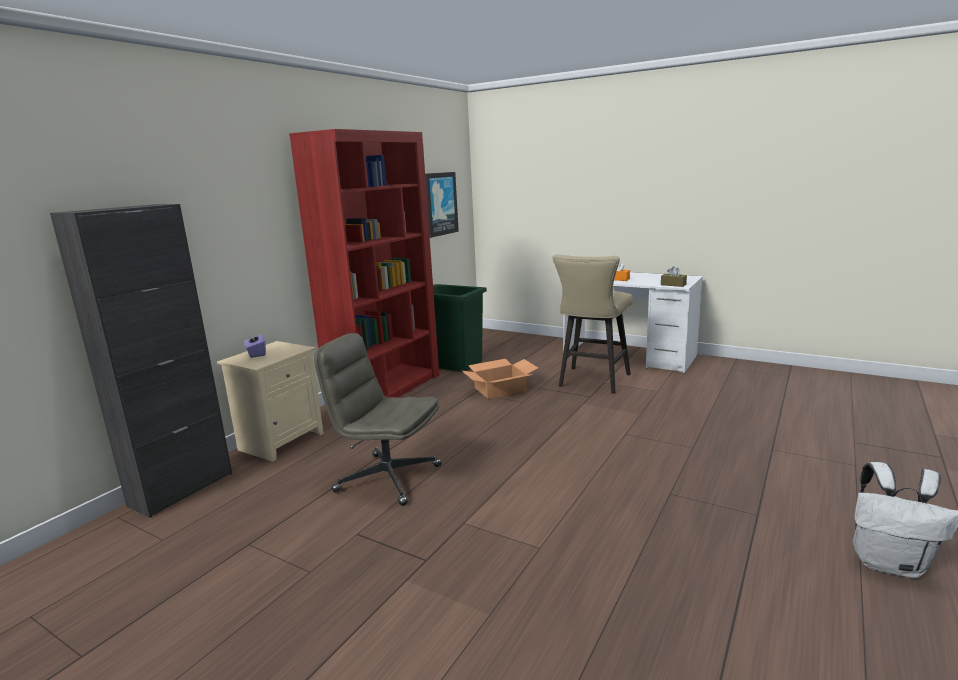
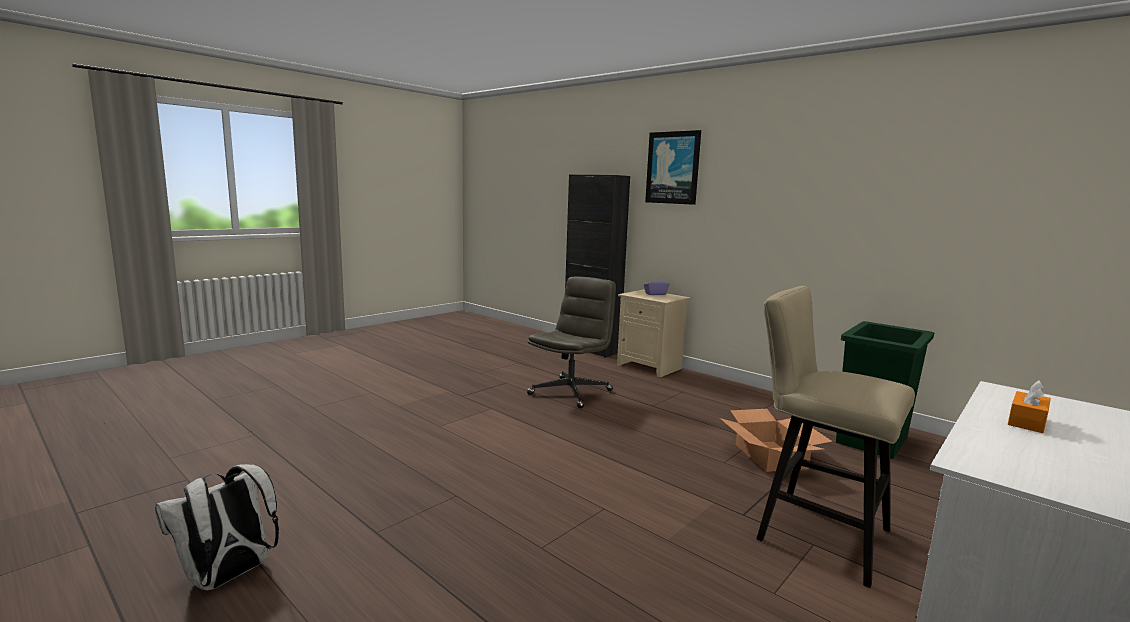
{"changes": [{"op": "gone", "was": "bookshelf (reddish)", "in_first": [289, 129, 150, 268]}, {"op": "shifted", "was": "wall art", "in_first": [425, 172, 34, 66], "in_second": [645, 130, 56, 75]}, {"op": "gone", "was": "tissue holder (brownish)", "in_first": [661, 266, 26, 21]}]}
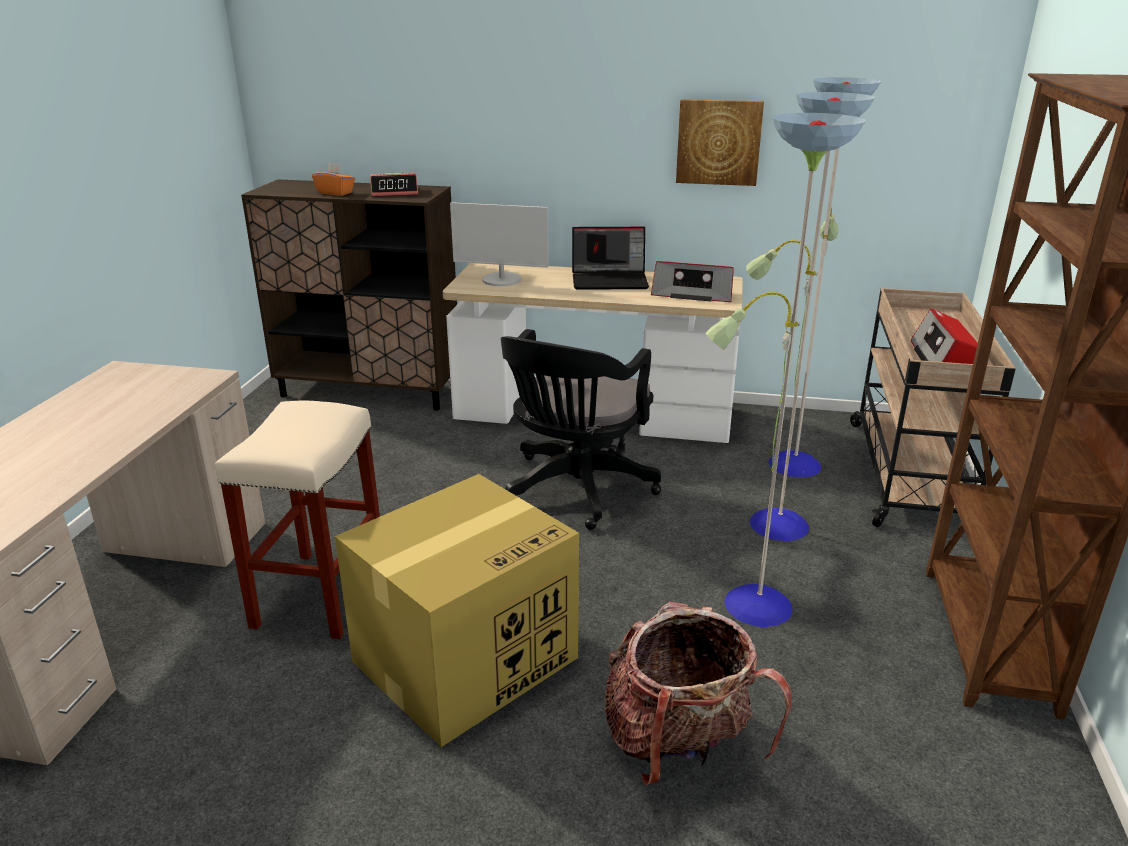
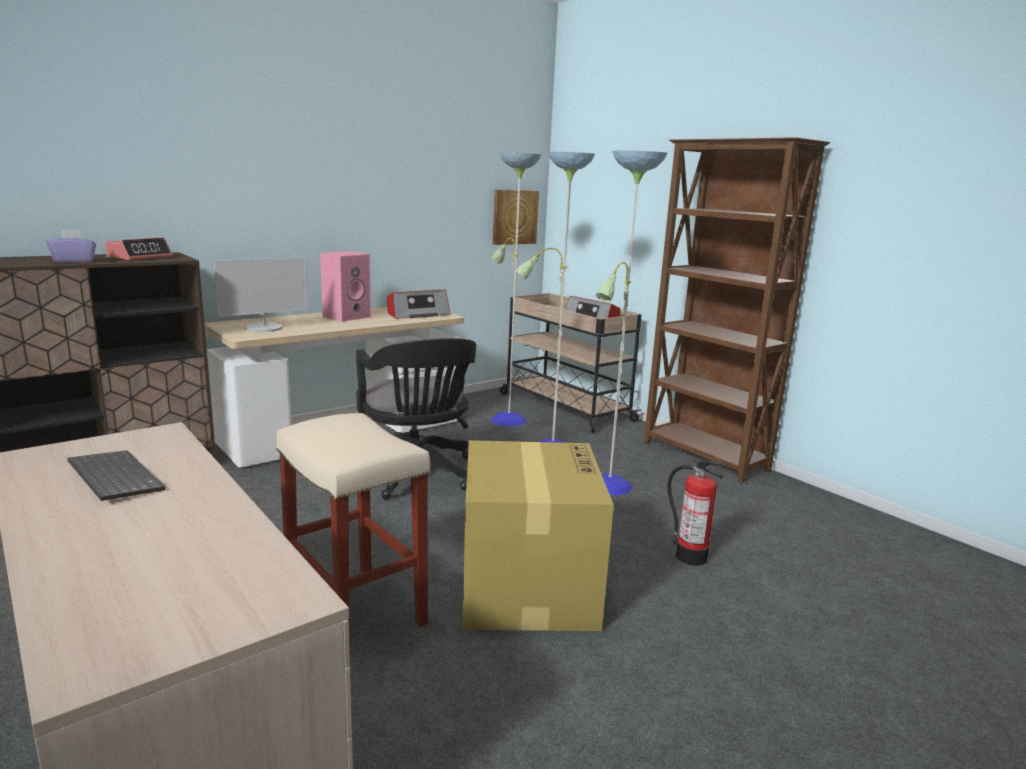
{"changes": [{"op": "repainted", "was": "tissue holder (orangey)", "now": "tissue holder (purplish)", "in_first": [312, 163, 43, 33], "in_second": [46, 230, 50, 33]}, {"op": "swapped", "was": "portable computer", "now": "loudspeaker (pink)", "in_first": [572, 227, 77, 63], "in_second": [320, 251, 51, 71]}, {"op": "swapped", "was": "rucksack", "now": "fire extinguisher", "in_first": [604, 601, 188, 185], "in_second": [667, 460, 60, 106]}, {"op": "shifted", "was": "wall art", "in_first": [676, 99, 88, 87], "in_second": [493, 190, 46, 55]}, {"op": "new", "now": "keyboard", "in_second": [68, 450, 98, 51]}]}
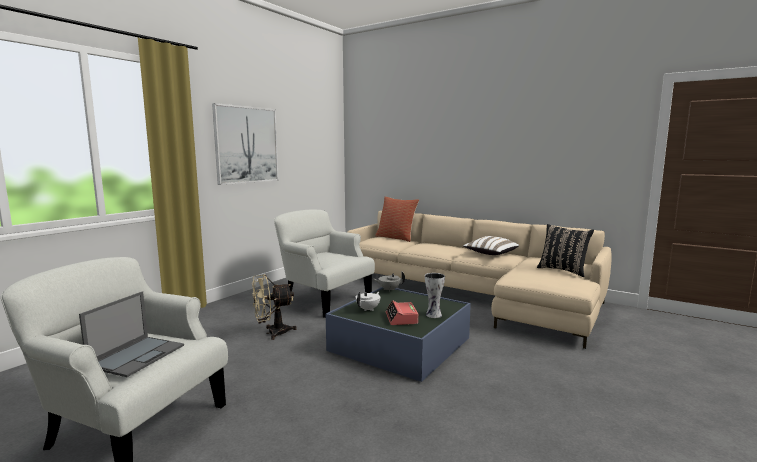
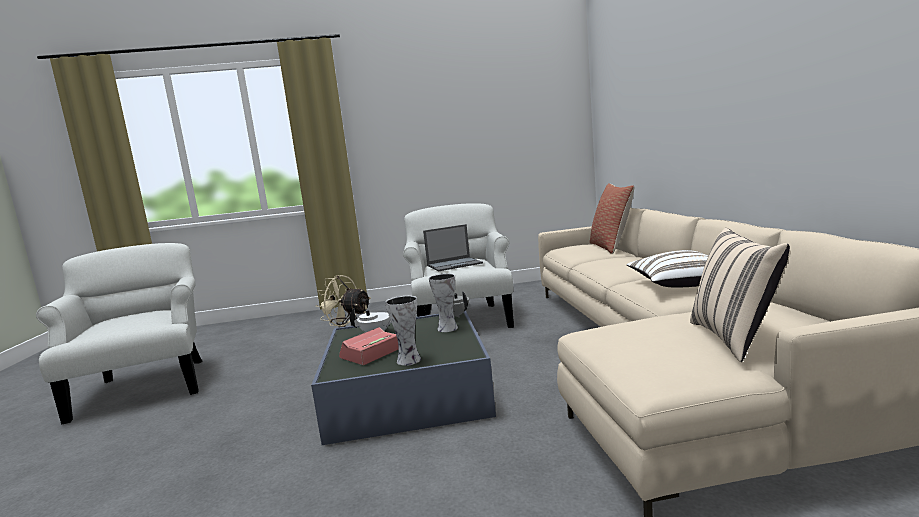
{"changes": [{"op": "shifted", "was": "portable computer", "in_first": [79, 291, 105, 86], "in_second": [423, 224, 60, 47]}, {"op": "gone", "was": "wall art", "in_first": [212, 103, 67, 82]}, {"op": "repainted", "was": "throw pillow (black)", "now": "throw pillow (beige-coloured)", "in_first": [537, 224, 57, 53], "in_second": [690, 228, 100, 134]}, {"op": "new", "now": "flower vase", "in_second": [429, 273, 29, 59]}]}
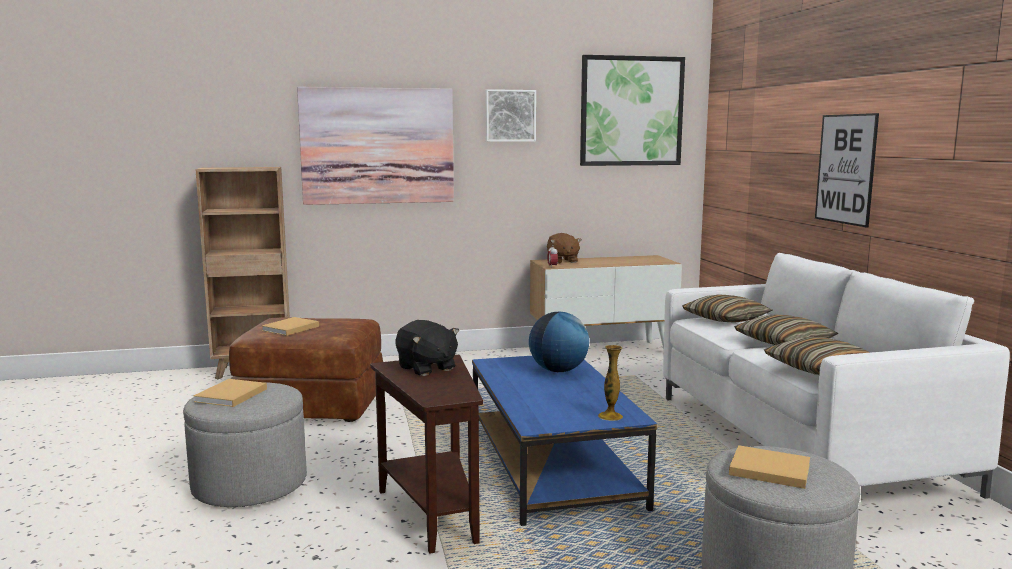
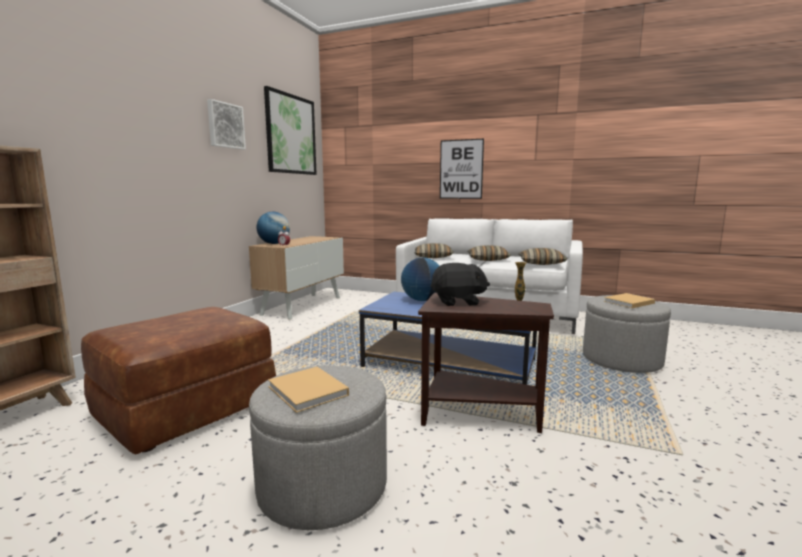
{"changes": [{"op": "gone", "was": "book (beige-coloured)", "in_first": [262, 317, 57, 19]}, {"op": "gone", "was": "wall art", "in_first": [297, 87, 157, 118]}, {"op": "swapped", "was": "soft toy (brownish)", "now": "world globe", "in_first": [547, 233, 34, 30], "in_second": [257, 212, 33, 32]}]}
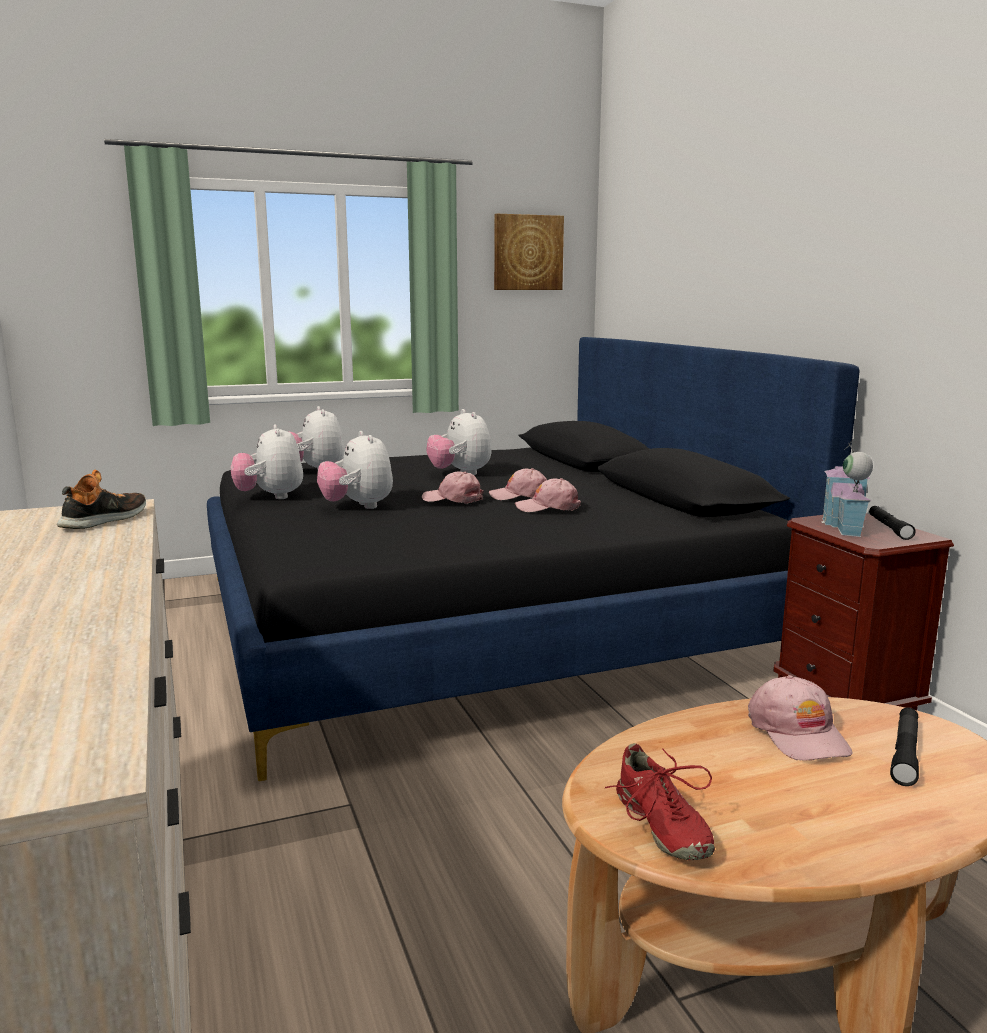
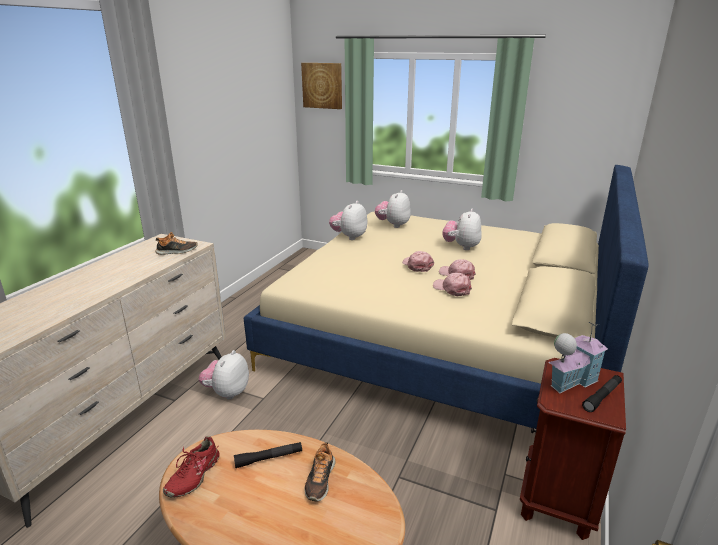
{"changes": [{"op": "repainted", "was": "bed (black)", "now": "bed (beige-coloured)", "in_first": [207, 337, 653, 444], "in_second": [244, 165, 405, 264]}, {"op": "shifted", "was": "soft toy", "in_first": [317, 431, 76, 78], "in_second": [199, 350, 50, 50]}, {"op": "shifted", "was": "wall art", "in_first": [494, 214, 70, 76], "in_second": [301, 63, 41, 46]}, {"op": "swapped", "was": "peaked cap (pink)", "now": "low shoe", "in_first": [748, 675, 105, 86], "in_second": [304, 442, 31, 60]}, {"op": "shifted", "was": "flashlight (black)", "in_first": [890, 707, 29, 79], "in_second": [234, 442, 68, 26]}]}
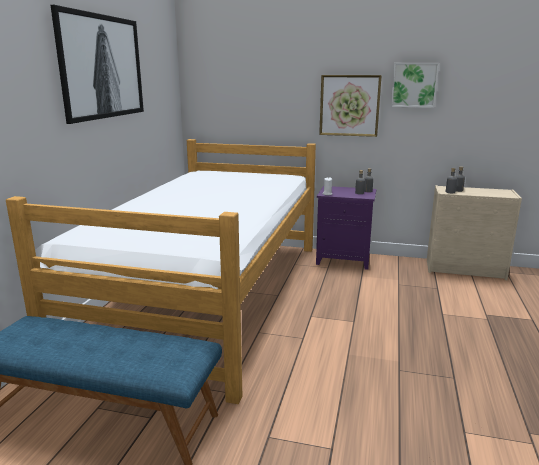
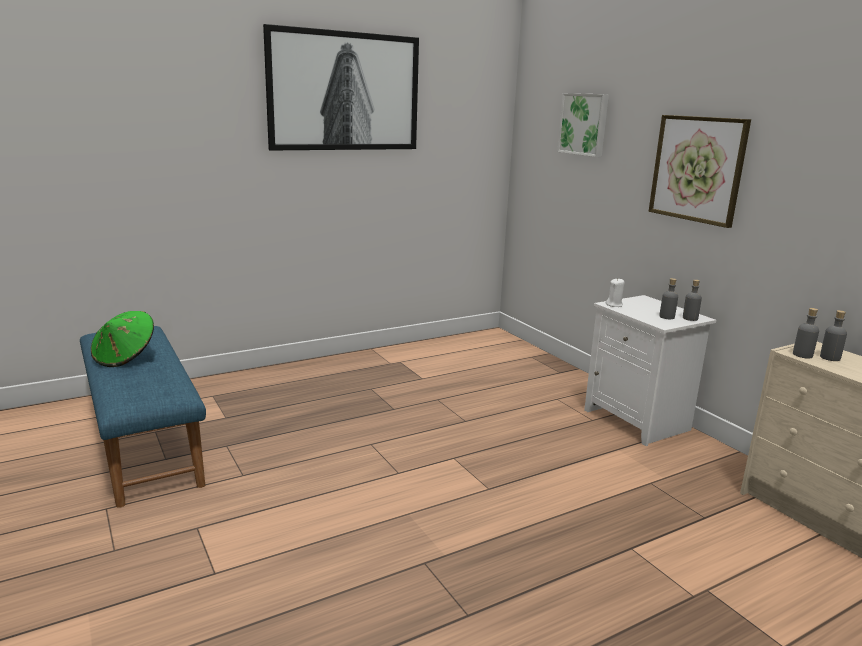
{"changes": [{"op": "gone", "was": "bed", "in_first": [6, 139, 310, 265]}, {"op": "repainted", "was": "bedside table (purplish)", "now": "bedside table (whitish)", "in_first": [316, 186, 60, 84], "in_second": [584, 295, 132, 151]}, {"op": "shifted", "was": "wall art", "in_first": [391, 63, 48, 45], "in_second": [557, 93, 52, 64]}, {"op": "new", "now": "clothing hat (greenish)", "in_second": [91, 311, 63, 56]}]}
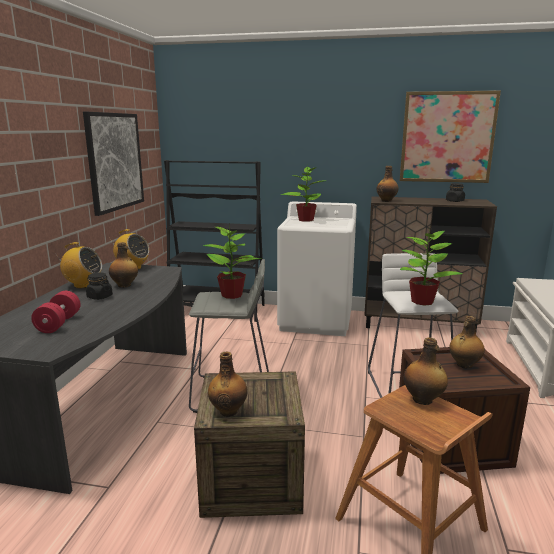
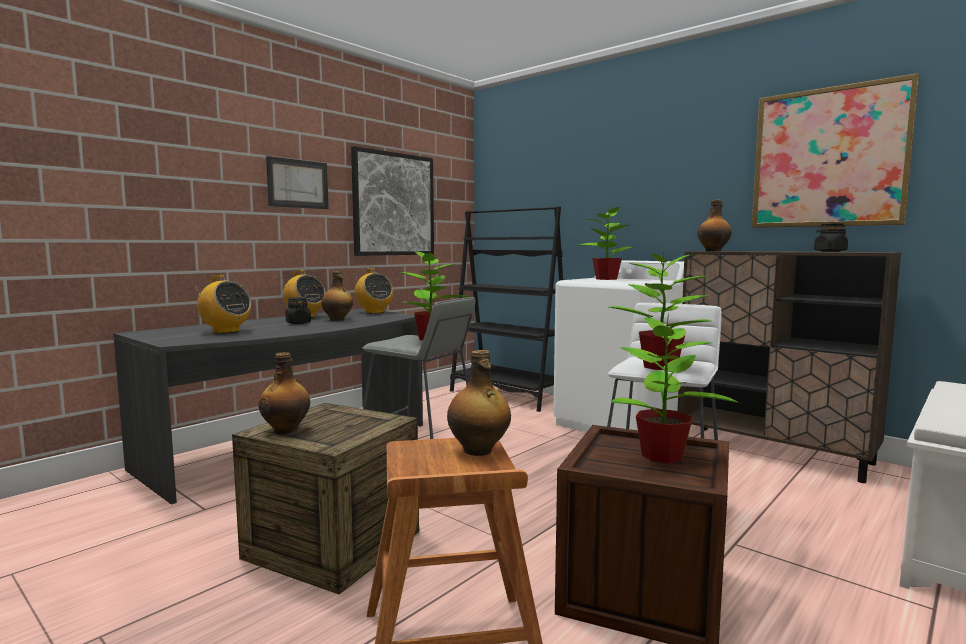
{"changes": [{"op": "swapped", "was": "dumbbell (reddish)", "now": "radio", "in_first": [31, 291, 50, 42], "in_second": [194, 275, 57, 58]}, {"op": "swapped", "was": "drink bottle", "now": "potted plant", "in_first": [449, 316, 36, 52], "in_second": [611, 313, 128, 150]}, {"op": "new", "now": "wall art", "in_second": [266, 156, 63, 53]}]}
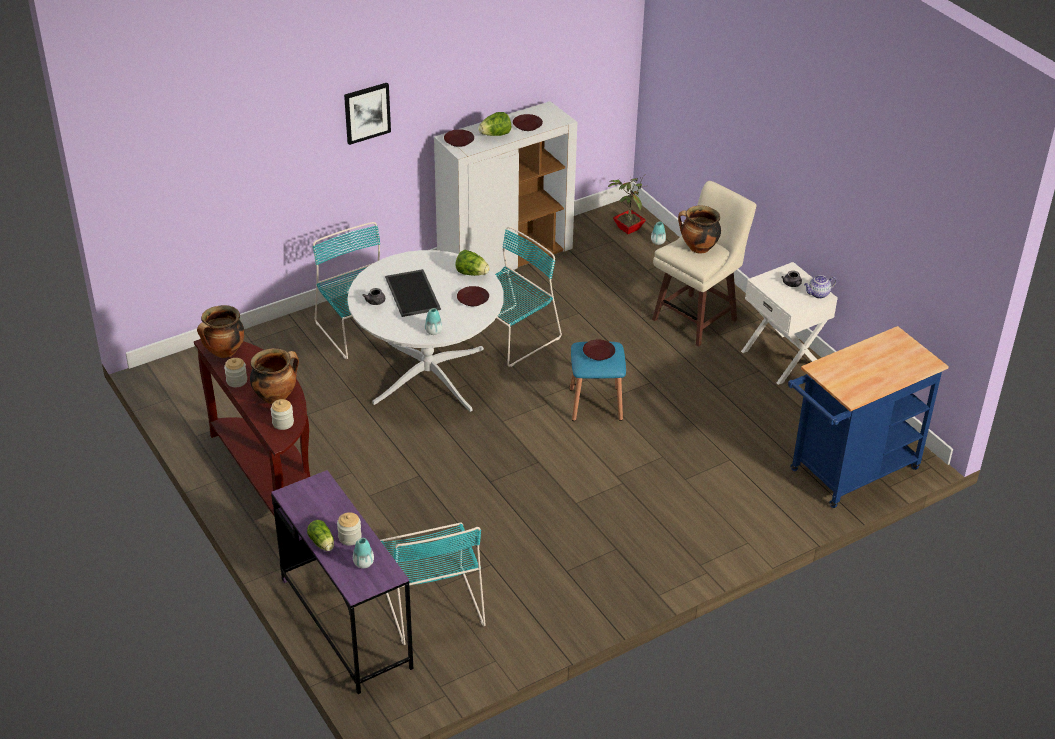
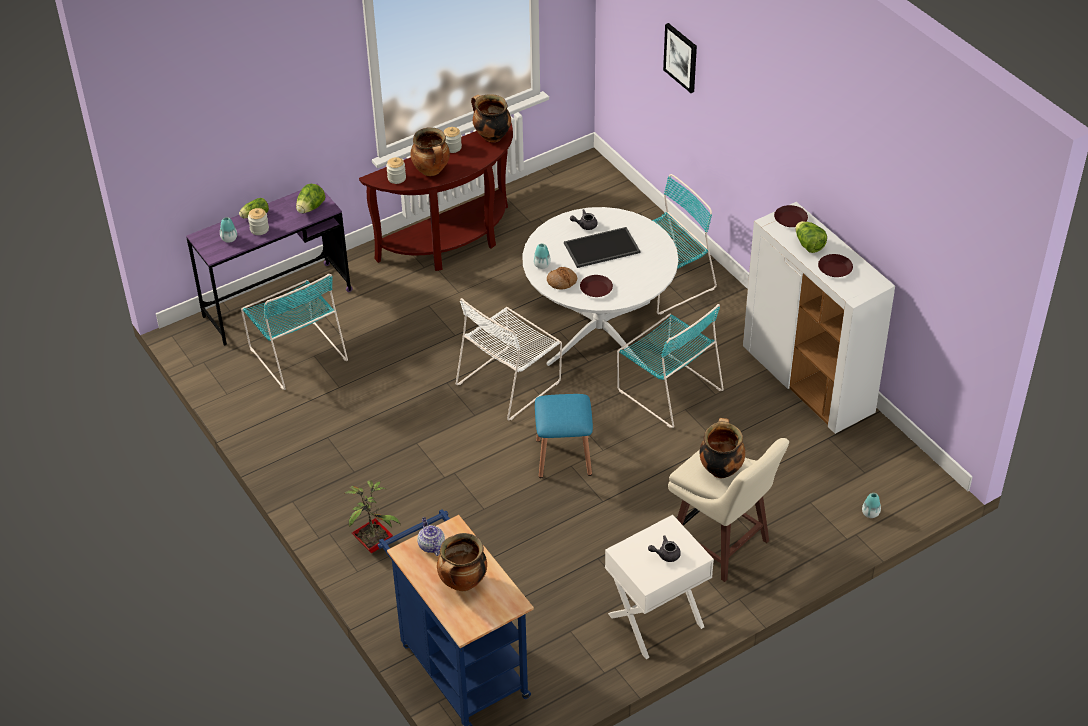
{"changes": [{"op": "shifted", "was": "wall art", "in_first": [344, 83, 47, 62], "in_second": [663, 23, 34, 70]}, {"op": "rotated", "was": "upright chair (blue-green)", "in_first": [380, 523, 105, 122], "in_second": [241, 274, 107, 116], "clockwise": -105}, {"op": "shifted", "was": "head of lettuce", "in_first": [455, 250, 35, 26], "in_second": [296, 184, 29, 30]}, {"op": "gone", "was": "dinner plate (brownish)", "in_first": [583, 340, 32, 20]}, {"op": "shifted", "was": "potted plant", "in_first": [607, 175, 41, 59], "in_second": [344, 480, 57, 74]}, {"op": "shifted", "was": "teapot", "in_first": [804, 275, 33, 24], "in_second": [417, 517, 28, 39]}, {"op": "new", "now": "cooking pot", "in_second": [437, 533, 50, 58]}, {"op": "new", "now": "upright chair (whitish)", "in_second": [456, 298, 106, 122]}, {"op": "new", "now": "bakery bread", "in_second": [547, 267, 30, 23]}]}
